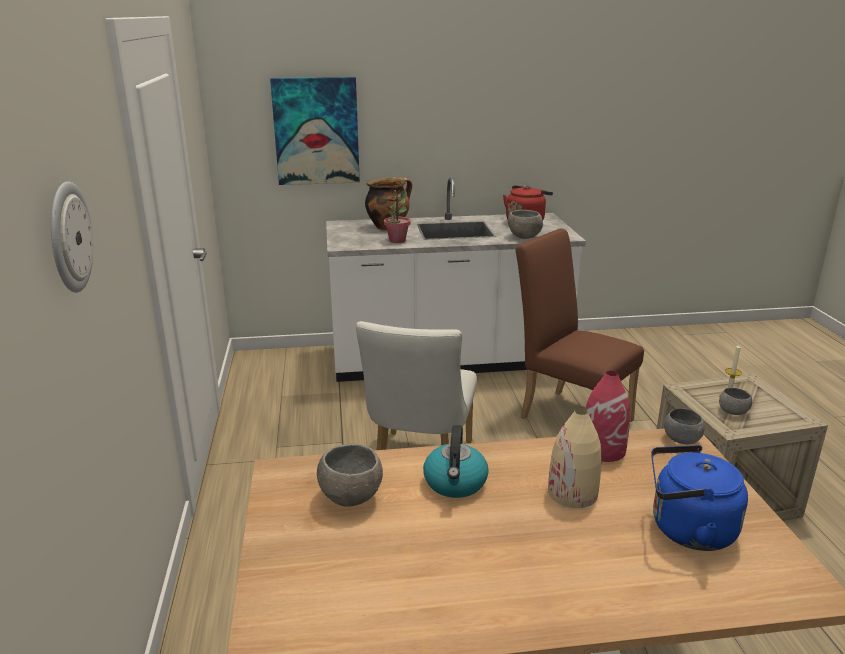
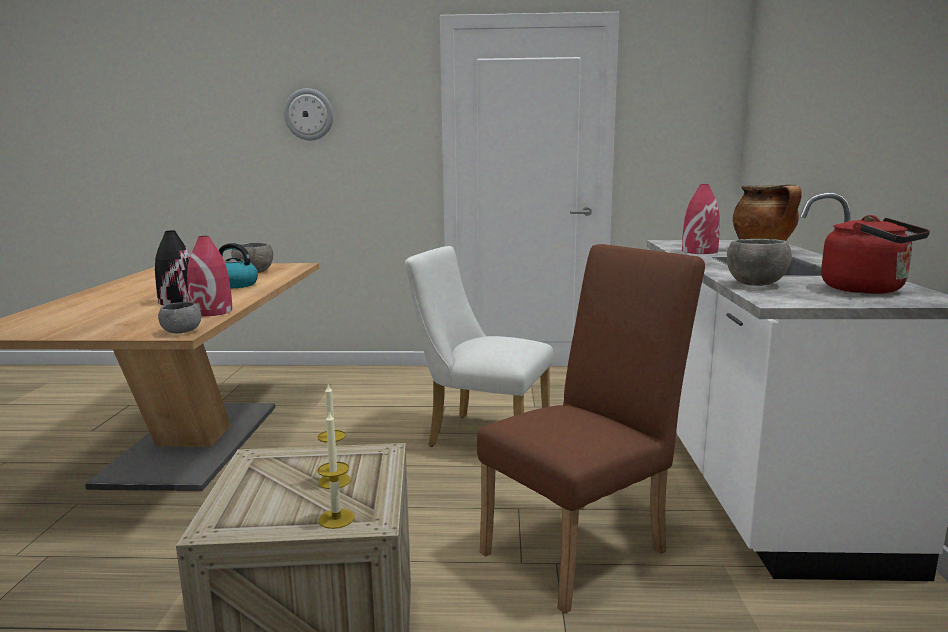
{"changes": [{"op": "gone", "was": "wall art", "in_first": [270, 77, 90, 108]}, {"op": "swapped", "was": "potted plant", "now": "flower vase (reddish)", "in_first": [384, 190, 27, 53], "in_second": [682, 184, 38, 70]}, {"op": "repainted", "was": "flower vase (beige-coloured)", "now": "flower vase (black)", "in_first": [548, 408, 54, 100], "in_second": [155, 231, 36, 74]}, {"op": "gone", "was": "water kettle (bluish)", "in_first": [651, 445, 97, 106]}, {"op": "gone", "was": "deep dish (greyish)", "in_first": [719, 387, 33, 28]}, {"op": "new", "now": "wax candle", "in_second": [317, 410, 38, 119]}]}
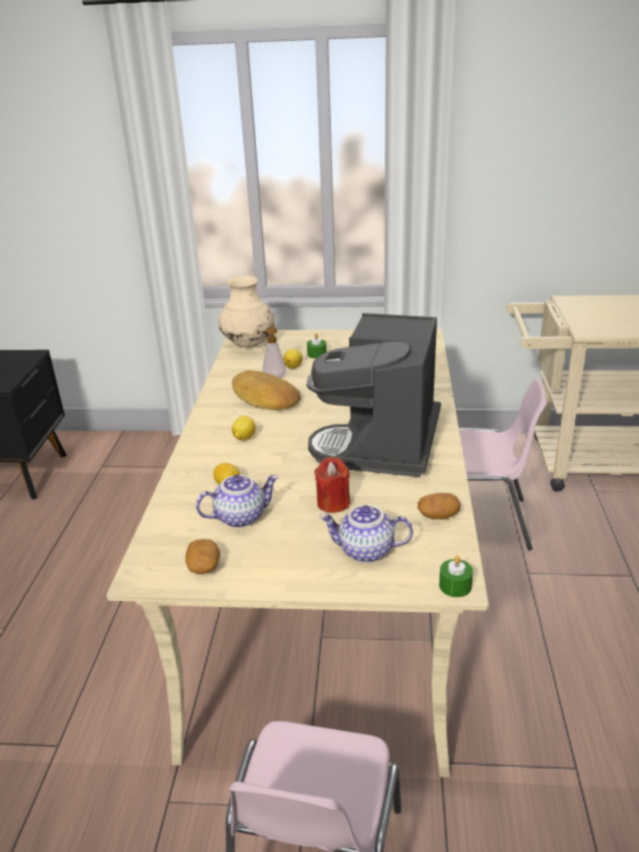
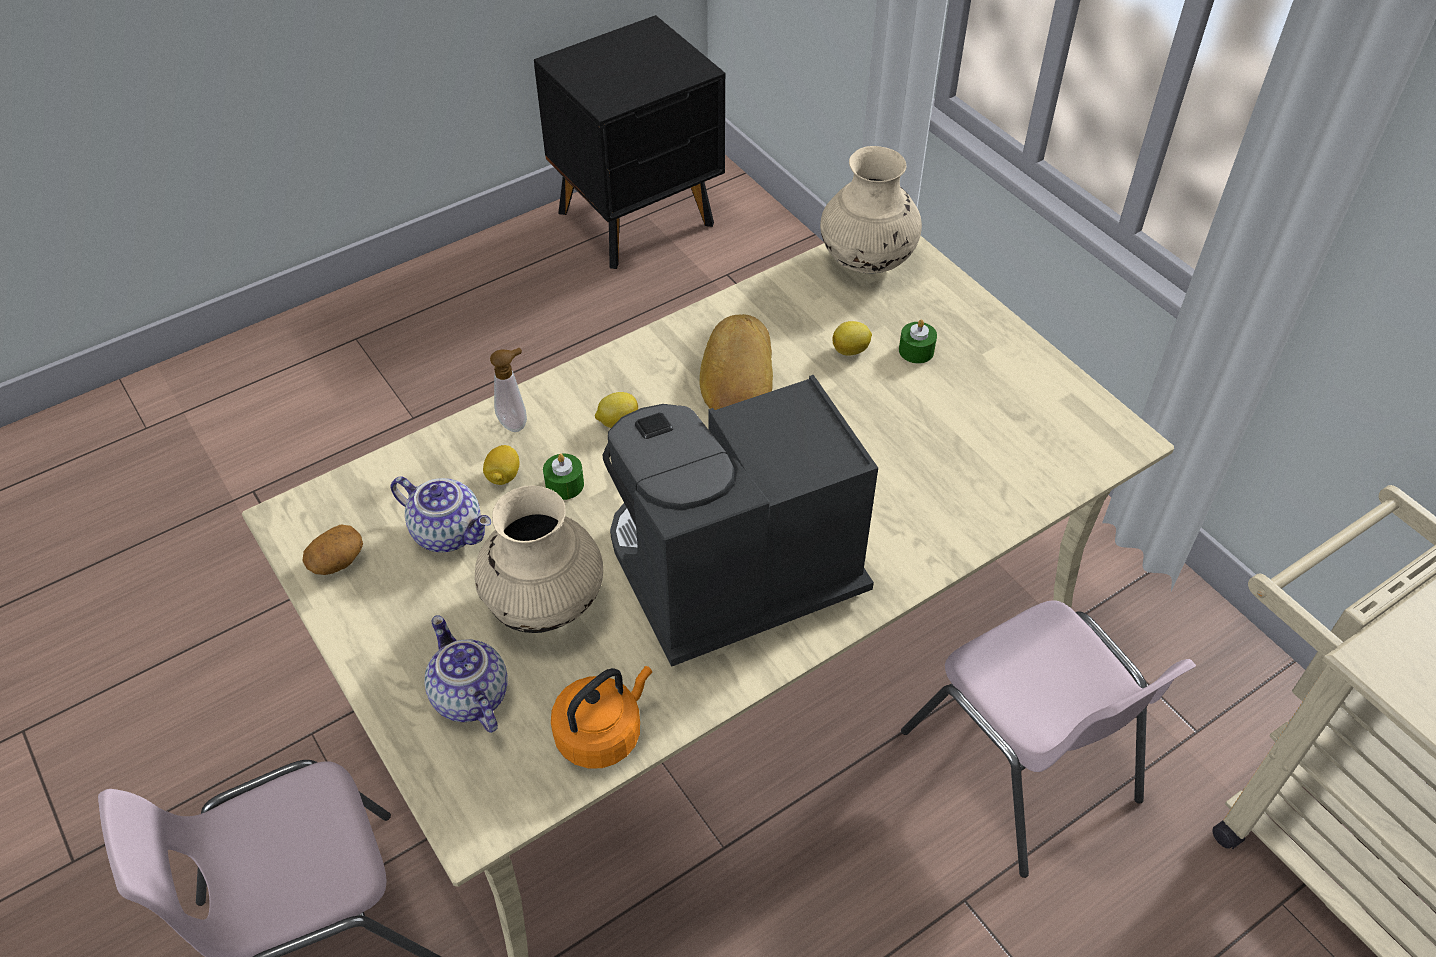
{"changes": [{"op": "shifted", "was": "liquid soap bottle", "in_first": [262, 325, 24, 53], "in_second": [490, 348, 37, 84]}, {"op": "swapped", "was": "wax candle (reddish)", "now": "flower vase (beige-coloured)", "in_first": [314, 457, 36, 56], "in_second": [475, 485, 128, 148]}, {"op": "swapped", "was": "spud", "now": "water kettle (orangey)", "in_first": [418, 493, 43, 27], "in_second": [551, 666, 101, 103]}, {"op": "shifted", "was": "wax candle (greenish)", "in_first": [439, 556, 34, 41], "in_second": [543, 454, 41, 46]}]}
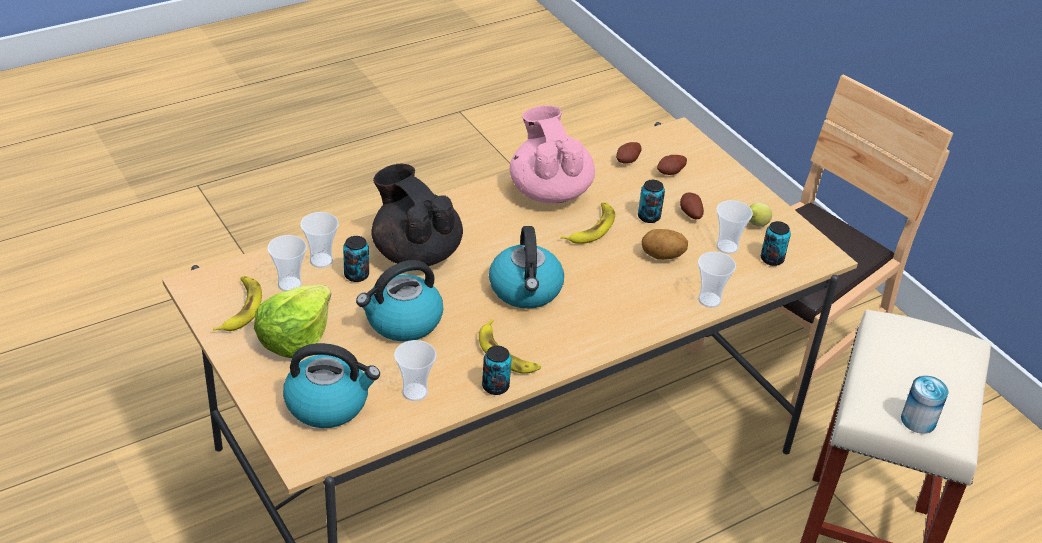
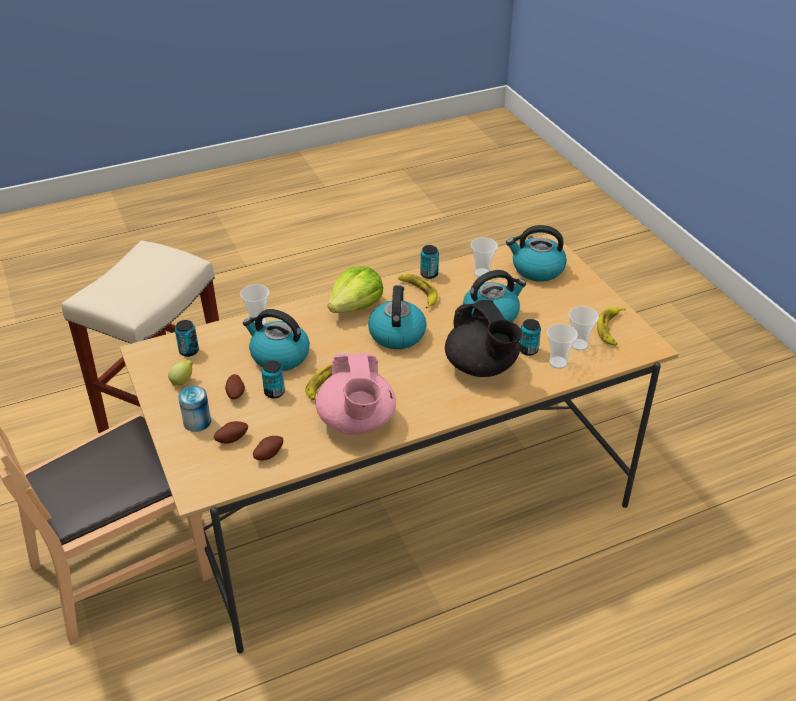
{"changes": [{"op": "shifted", "was": "head of lettuce", "in_first": [254, 285, 77, 73], "in_second": [328, 267, 55, 46]}, {"op": "swapped", "was": "spud", "now": "water kettle", "in_first": [642, 229, 46, 31], "in_second": [243, 309, 67, 62]}, {"op": "gone", "was": "cup", "in_first": [716, 200, 37, 54]}, {"op": "shifted", "was": "can", "in_first": [901, 375, 48, 59], "in_second": [178, 386, 33, 46]}]}
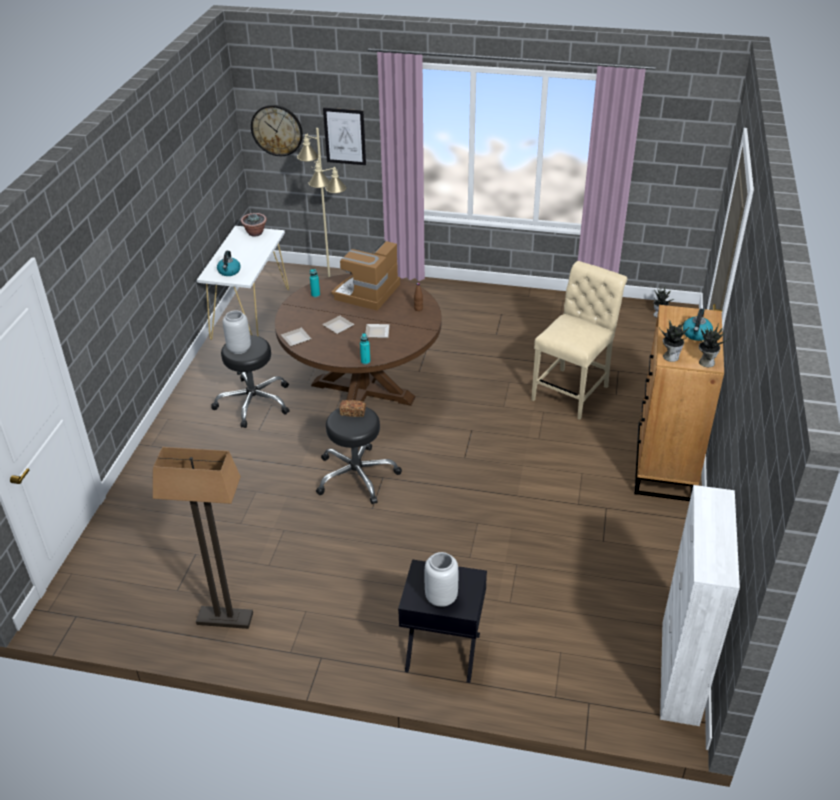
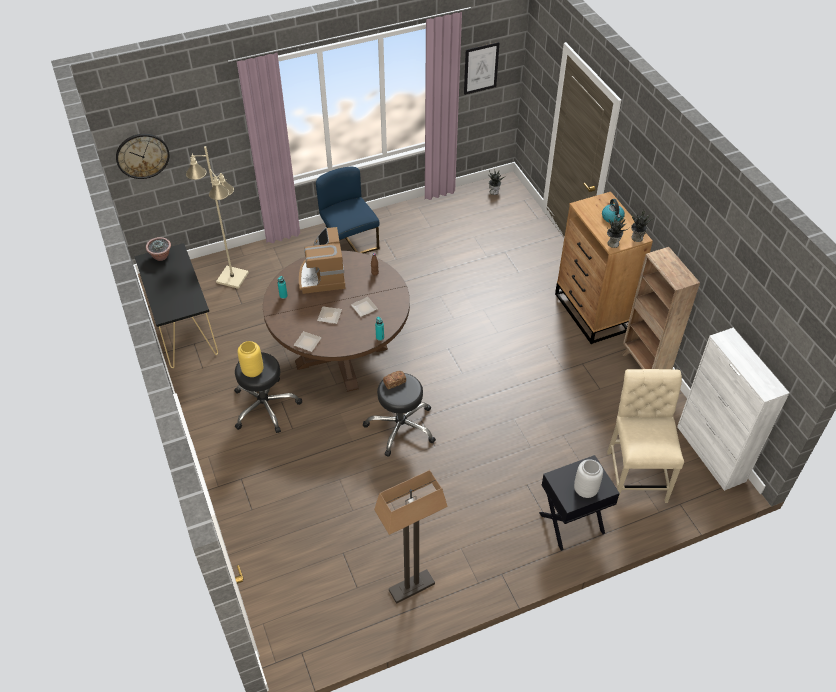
{"changes": [{"op": "repainted", "was": "hall table (whitish)", "now": "hall table (black)", "in_first": [197, 226, 92, 114], "in_second": [134, 243, 84, 125]}, {"op": "gone", "was": "water kettle", "in_first": [217, 251, 24, 25]}, {"op": "repainted", "was": "flower vase (greyish)", "now": "flower vase (yellowish)", "in_first": [223, 310, 28, 44], "in_second": [238, 341, 25, 36]}, {"op": "shifted", "was": "wall art", "in_first": [323, 108, 43, 57], "in_second": [464, 42, 35, 53]}, {"op": "shifted", "was": "upright chair (beige-coloured)", "in_first": [531, 261, 96, 159], "in_second": [607, 369, 77, 134]}, {"op": "new", "now": "upright chair (bluish)", "in_second": [316, 167, 63, 86]}, {"op": "new", "now": "bookshelf (brownish)", "in_second": [622, 247, 78, 122]}]}
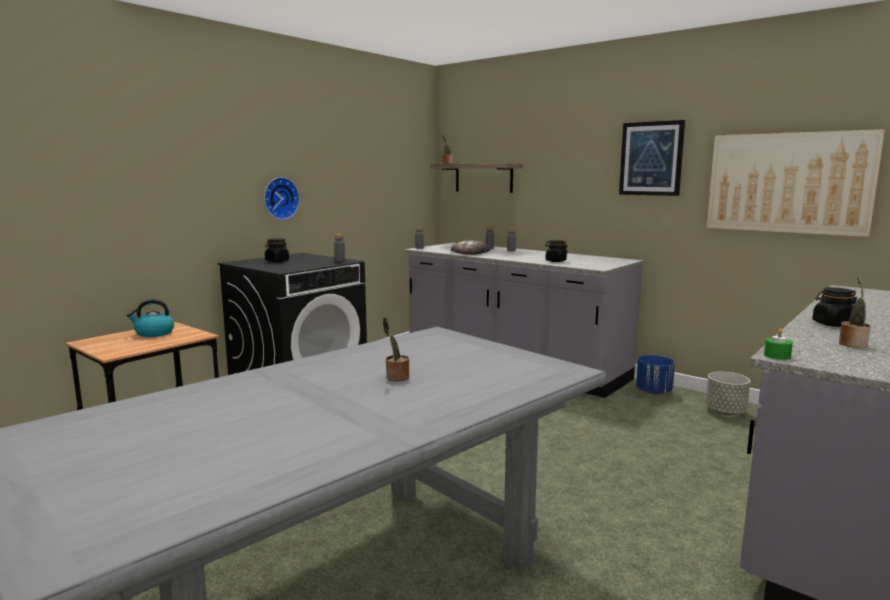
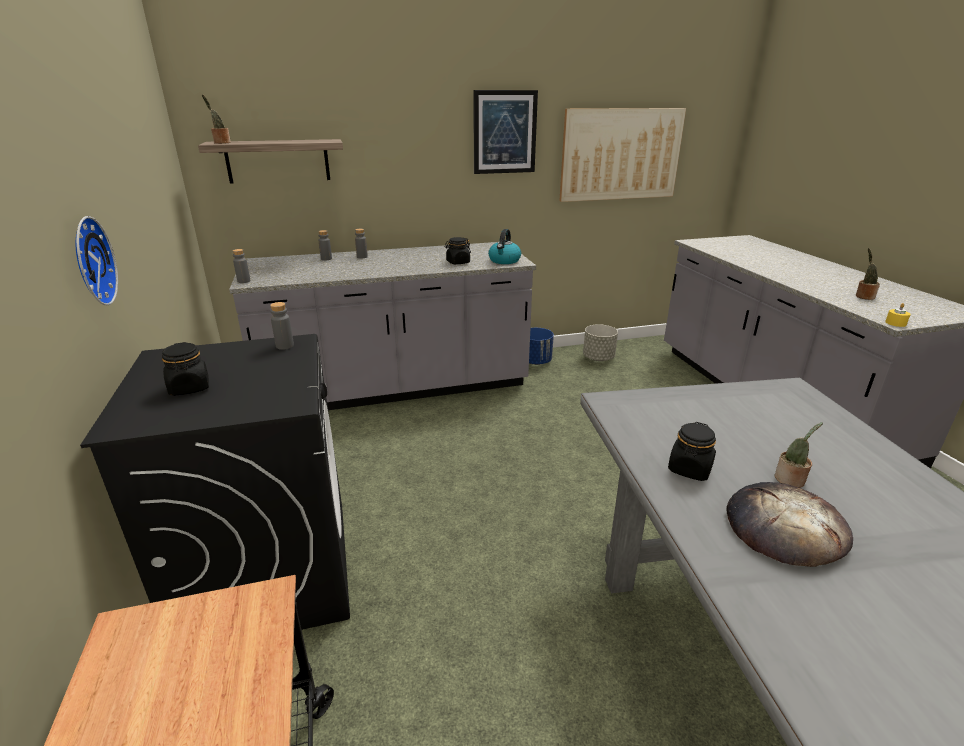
{"changes": [{"op": "shifted", "was": "water kettle", "in_first": [127, 299, 47, 38], "in_second": [488, 229, 33, 35]}, {"op": "shifted", "was": "bakery bread", "in_first": [451, 240, 40, 15], "in_second": [726, 482, 127, 85]}, {"op": "repainted", "was": "wax candle (greenish)", "now": "wax candle (yellowish)", "in_first": [764, 328, 29, 32], "in_second": [885, 303, 26, 24]}, {"op": "shifted", "was": "storage jar (black)", "in_first": [812, 287, 45, 40], "in_second": [668, 422, 48, 59]}]}
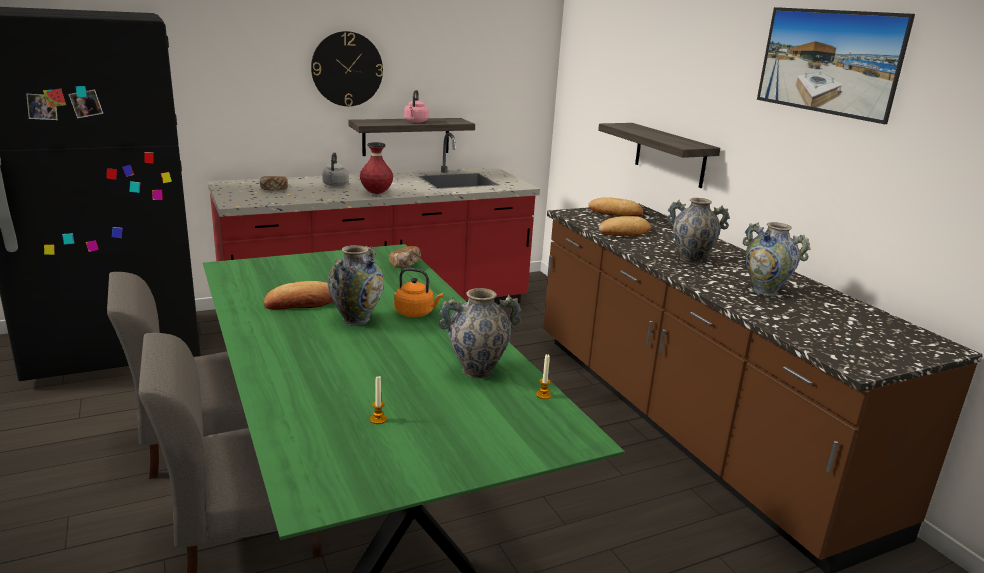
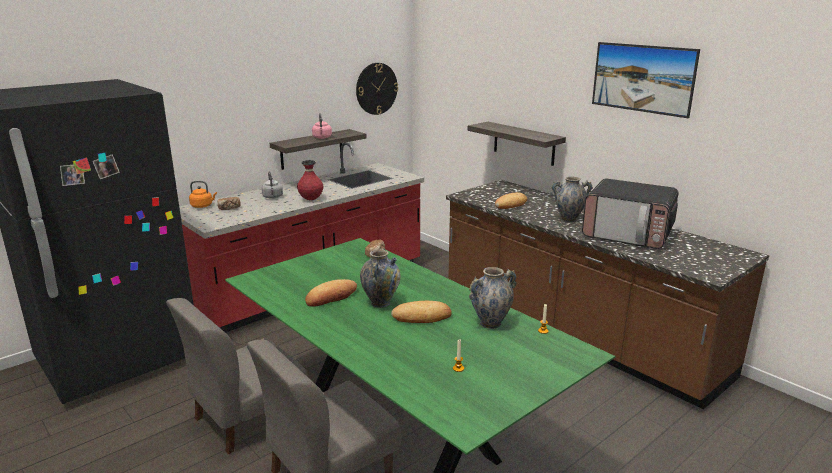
{"changes": [{"op": "shifted", "was": "hanging clock", "in_first": [311, 31, 72, 75], "in_second": [356, 63, 42, 52]}, {"op": "shifted", "was": "water kettle (orangey)", "in_first": [394, 268, 49, 49], "in_second": [189, 181, 28, 27]}, {"op": "shifted", "was": "bakery bread", "in_first": [588, 197, 55, 19], "in_second": [391, 301, 61, 22]}, {"op": "swapped", "was": "flower vase", "now": "kitchen microwave", "in_first": [743, 222, 68, 74], "in_second": [582, 179, 96, 70]}]}
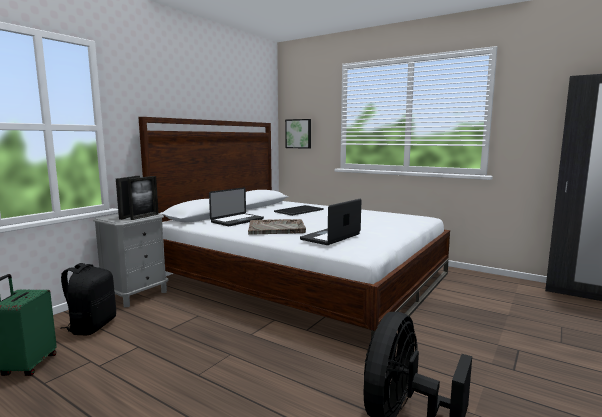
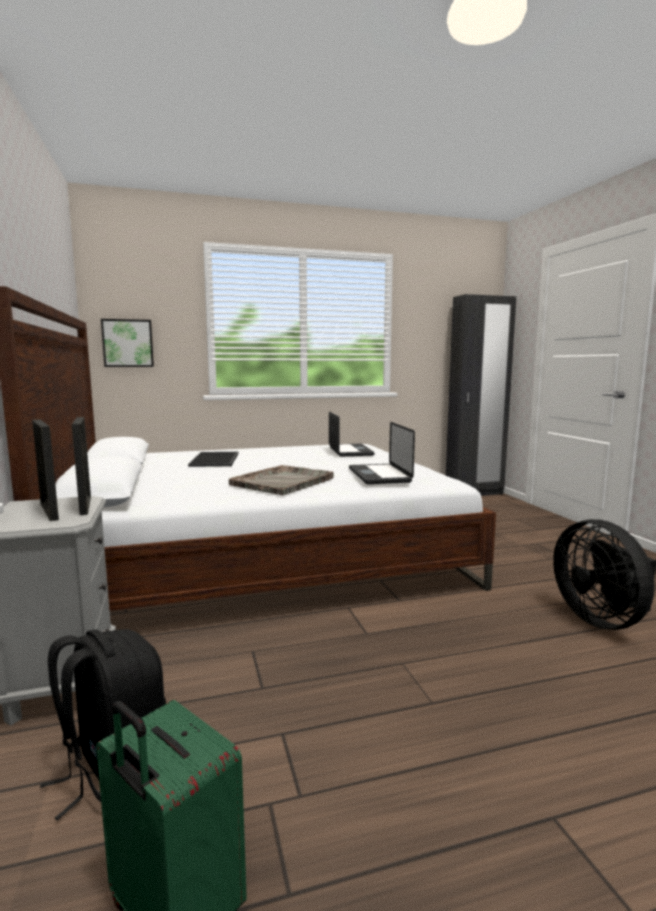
{"changes": [{"op": "shifted", "was": "portable computer", "in_first": [209, 187, 55, 39], "in_second": [329, 412, 46, 44]}]}
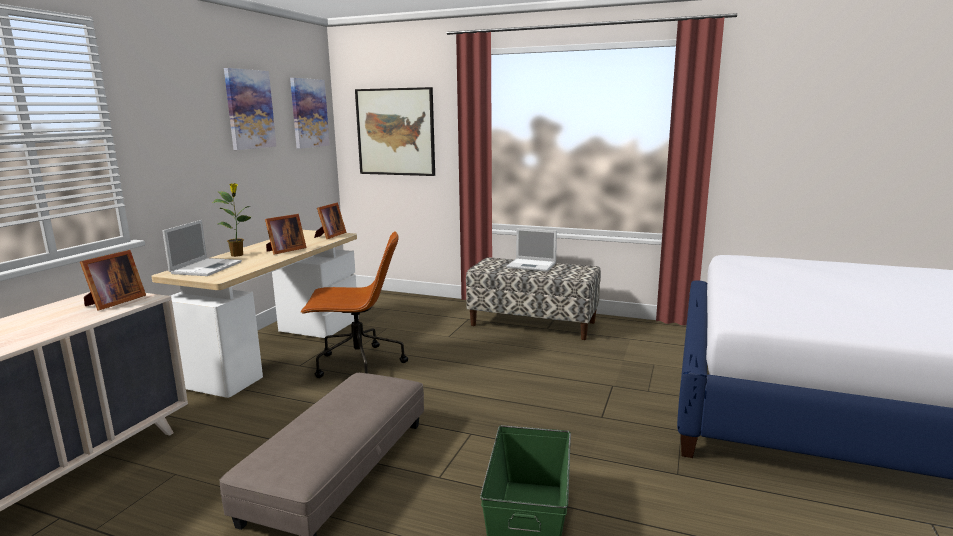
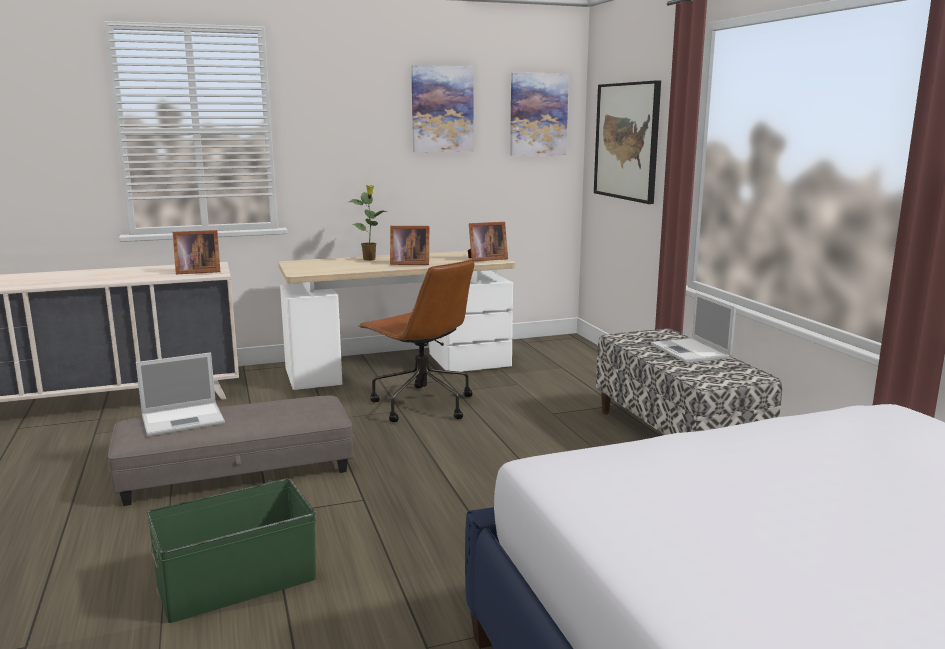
{"changes": [{"op": "shifted", "was": "portable computer", "in_first": [162, 220, 80, 56], "in_second": [136, 352, 89, 84]}]}
